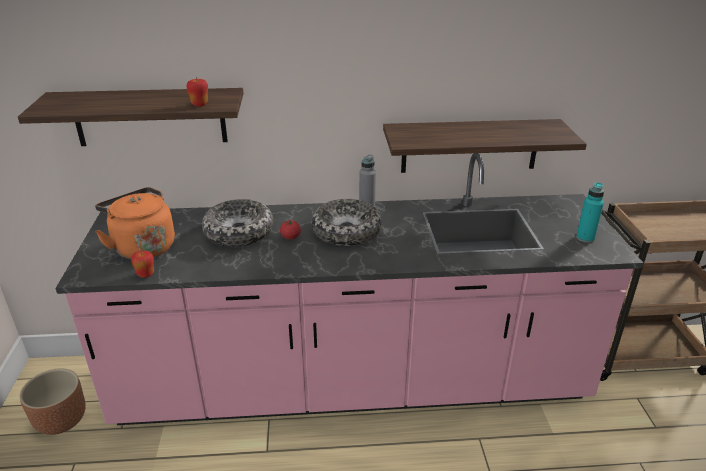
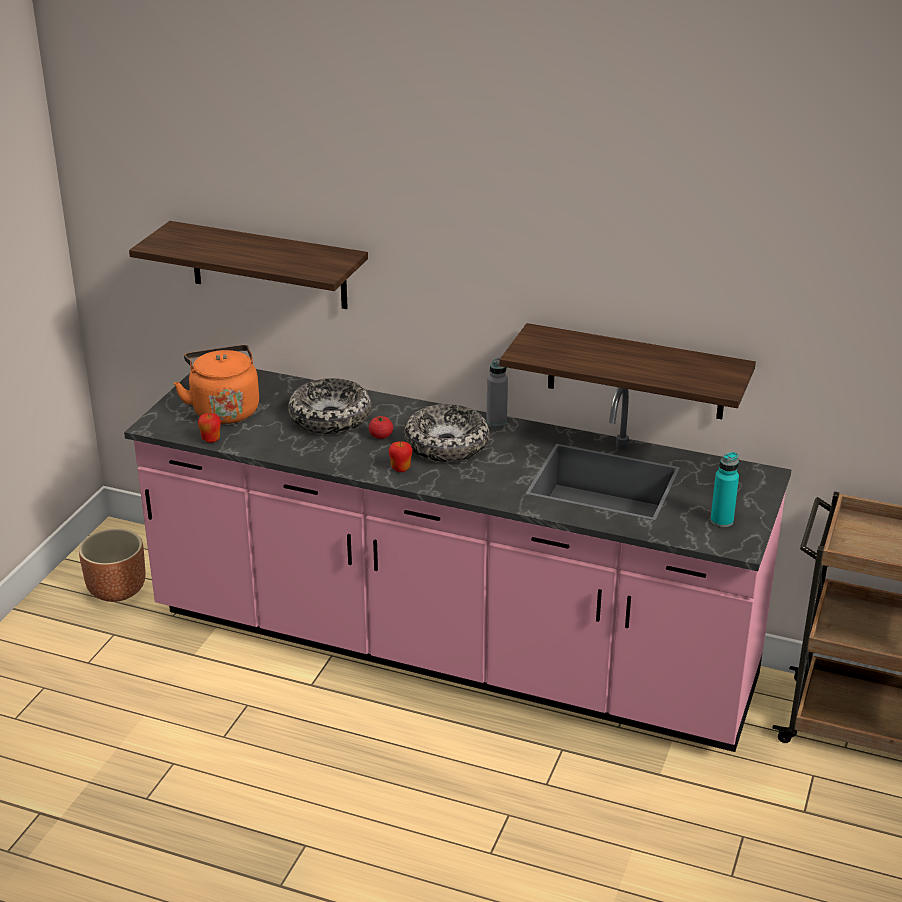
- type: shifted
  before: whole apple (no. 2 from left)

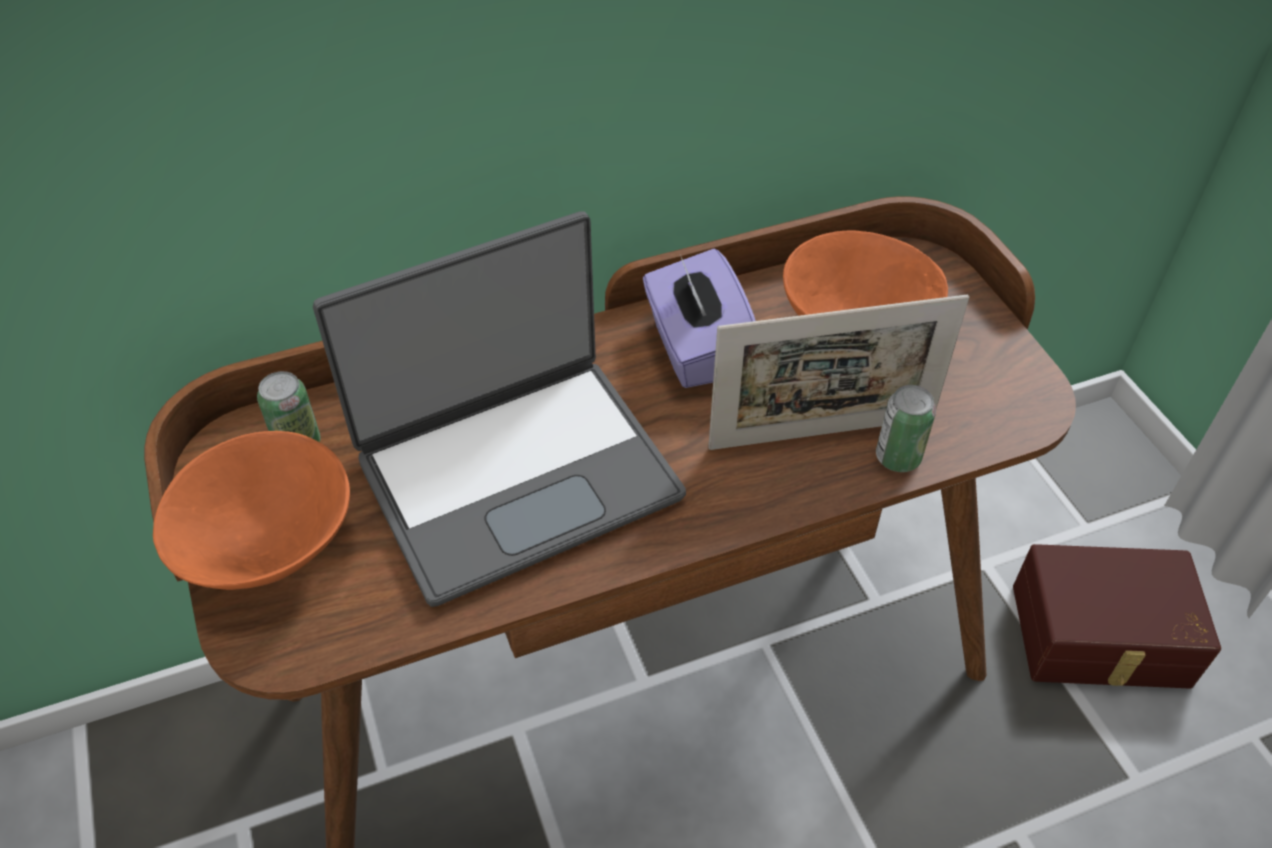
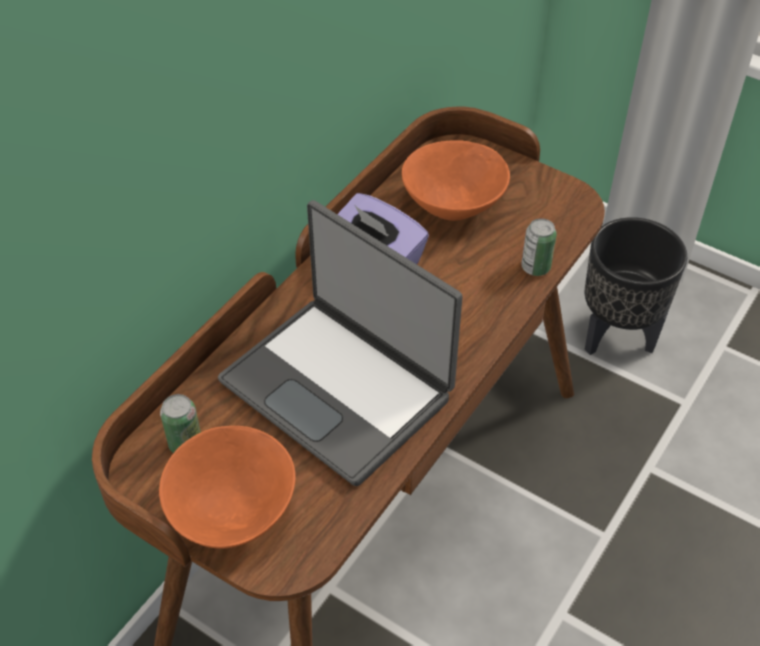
- type: gone
  before: standing frame
- type: swapped
  before: brown-coloured storage container
  after: black-coloured planter
- type: rotated
  before: laptop
  turn: 105

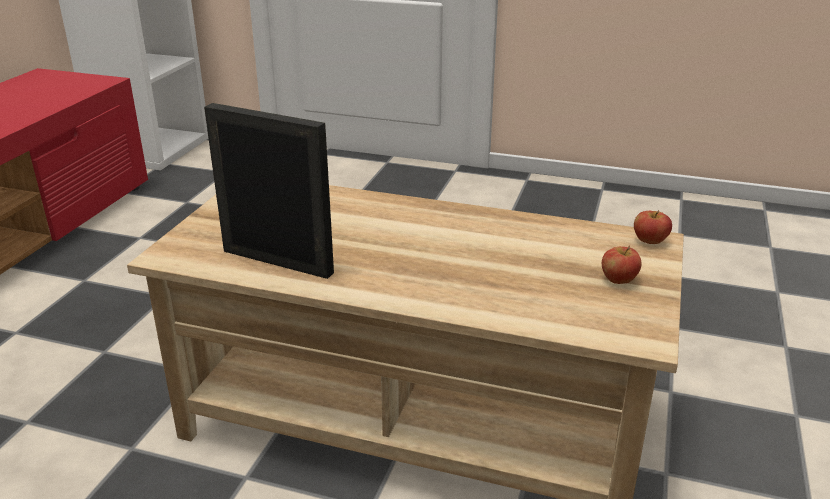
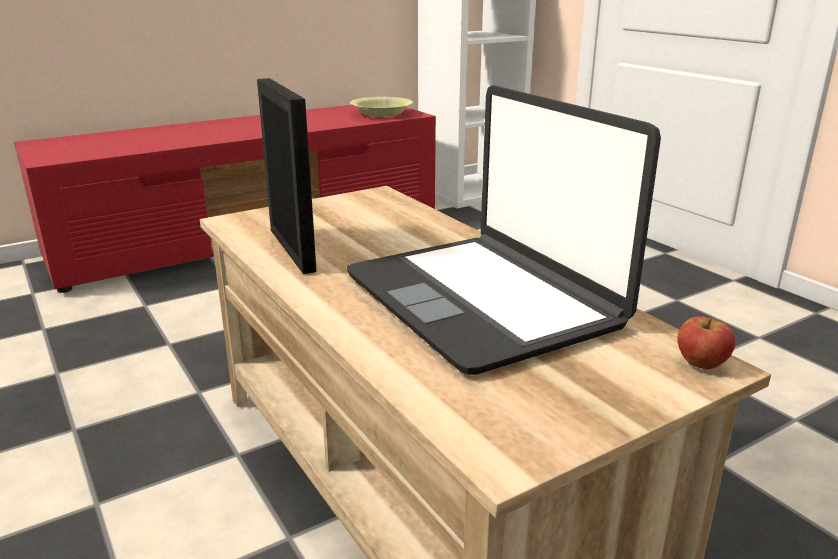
- type: gone
  before: whole apple (no. 1 from left)
- type: new
  after: laptop
- type: new
  after: yellow serving bowl

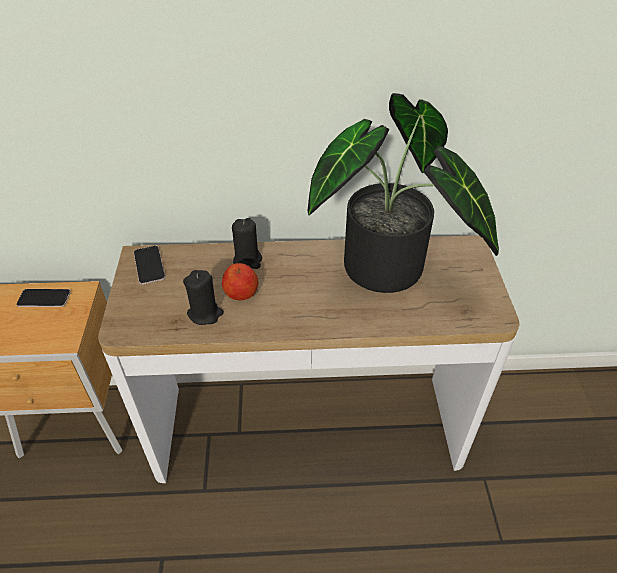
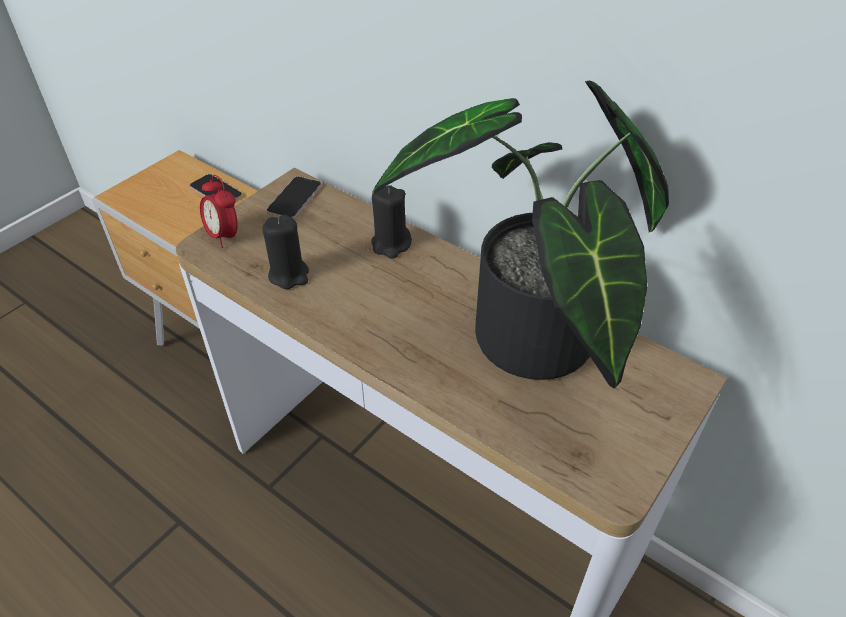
- type: gone
  before: whole apple
- type: new
  after: table clock

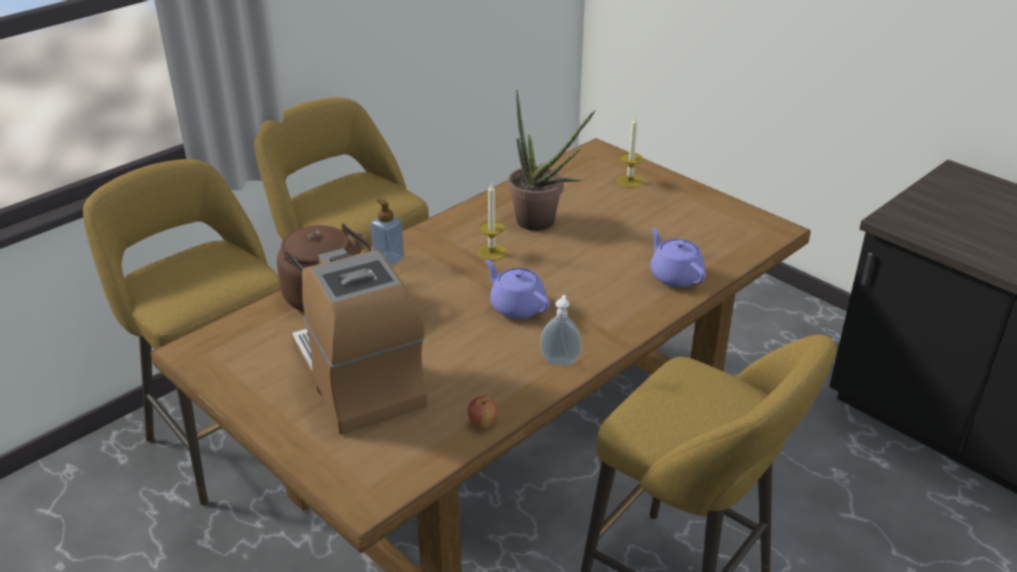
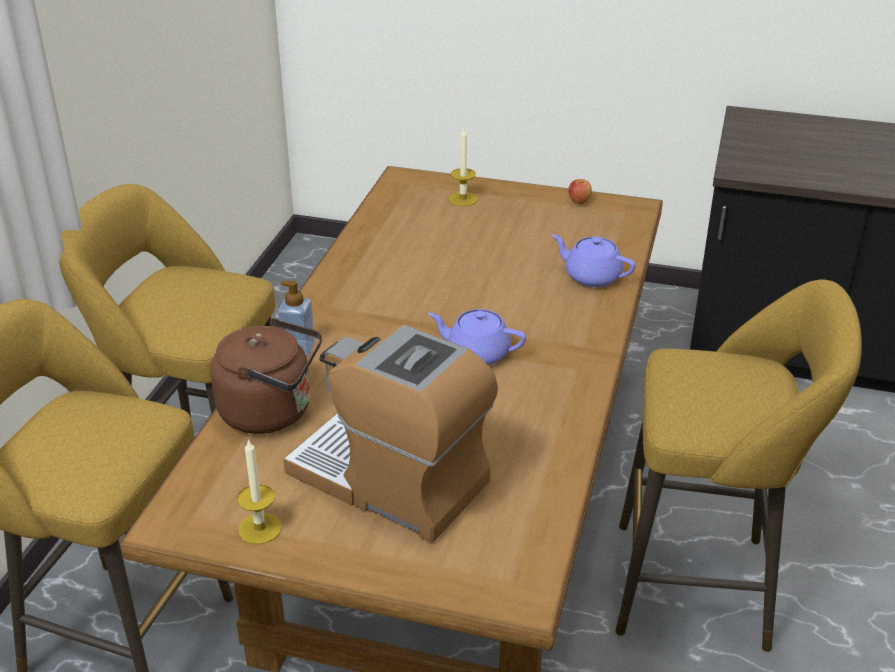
- type: gone
  before: houseplant
- type: gone
  before: liquid soap bottle (no. 2 from left)
- type: shifted
  before: whole apple
- type: shifted
  before: candle (no. 1 from left)

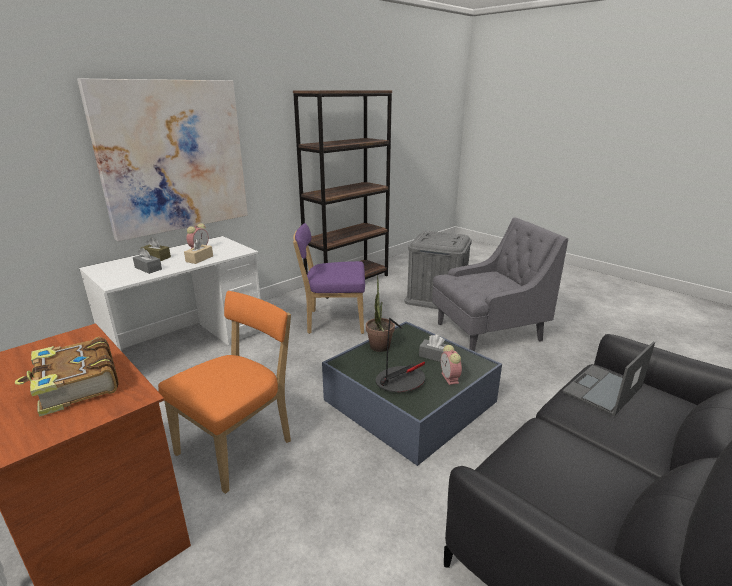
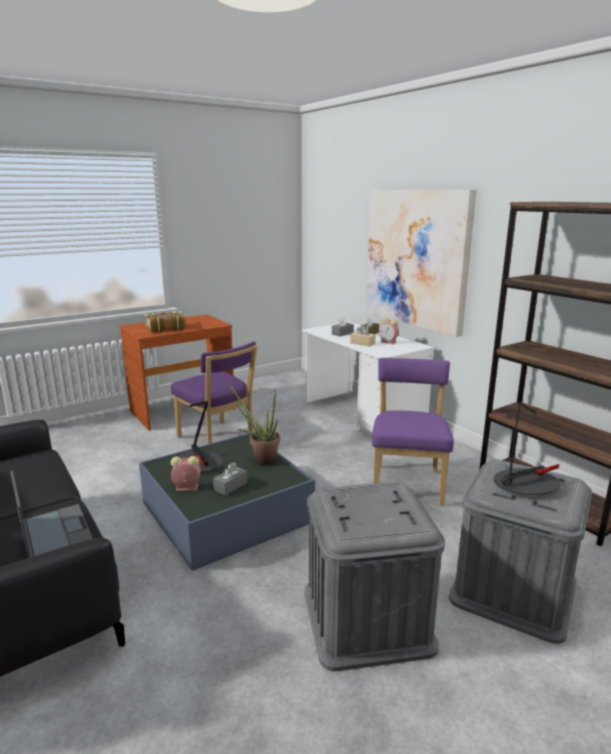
- type: new
  after: lamp for a table (no. 2 from left)
- type: swapped
  before: greyish lounge chair
  after: greyish storage container (no. 1 from left)
- type: repainted
  before: orange plain chair
  after: purple-coloured plain chair (no. 1 from left)

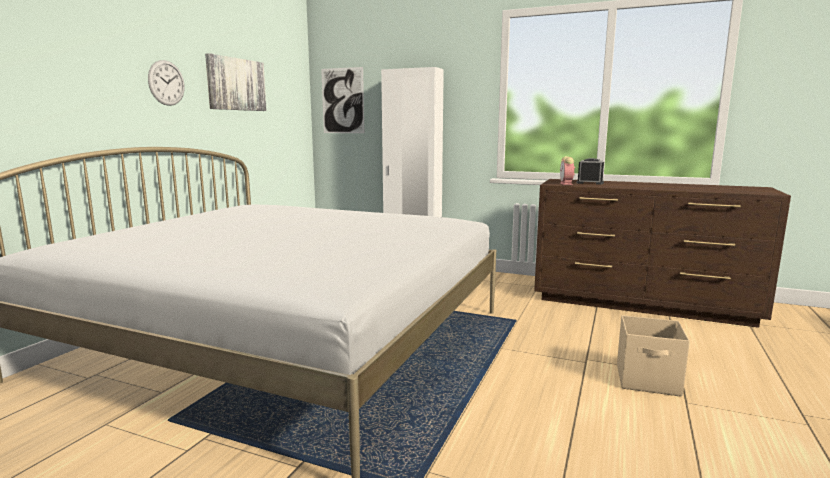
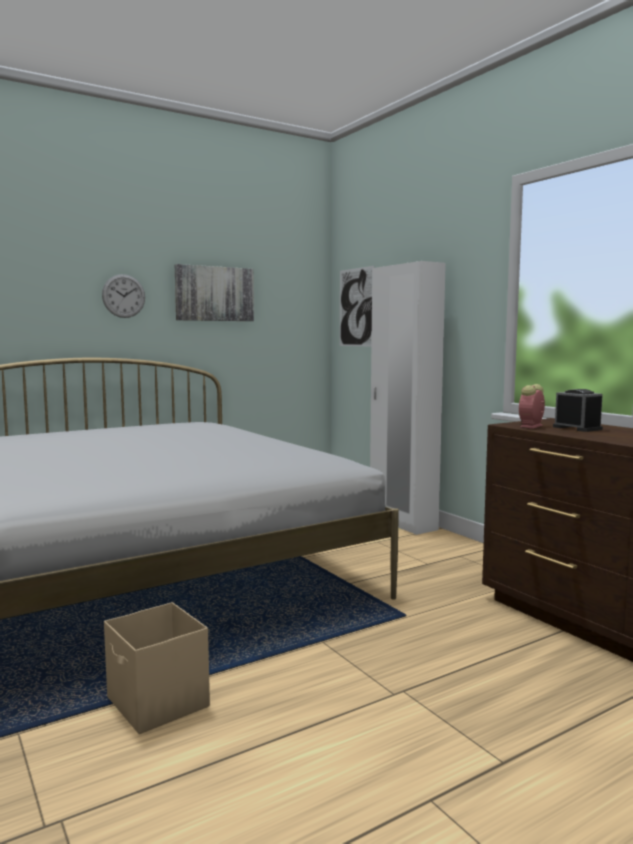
- type: shifted
  before: beige-coloured storage container

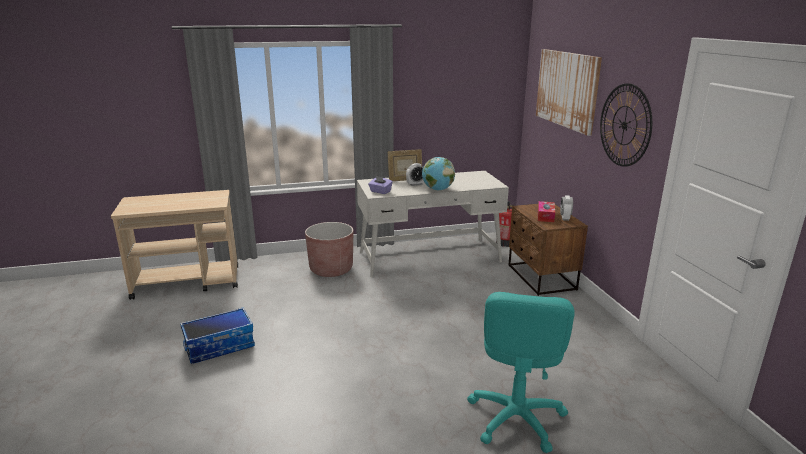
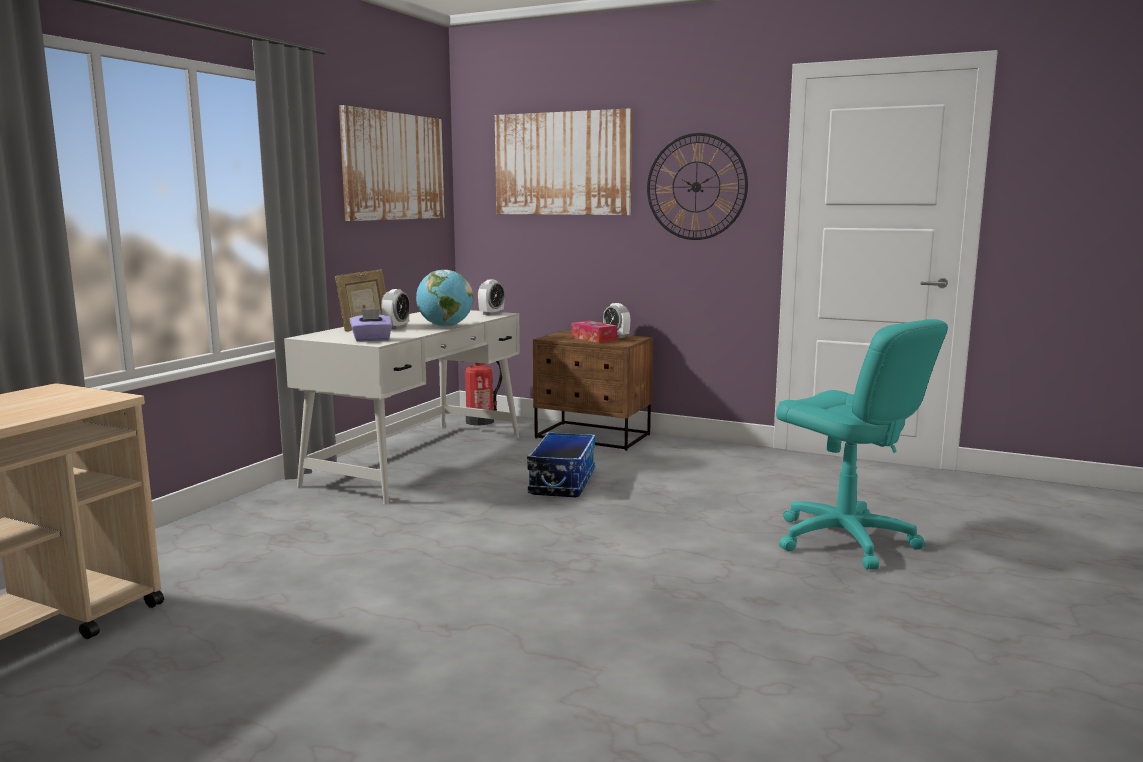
- type: gone
  before: brown-coloured planter
- type: new
  after: wall picture (no. 1 from left)
- type: new
  after: table clock (no. 2 from left)
- type: shifted
  before: storage container

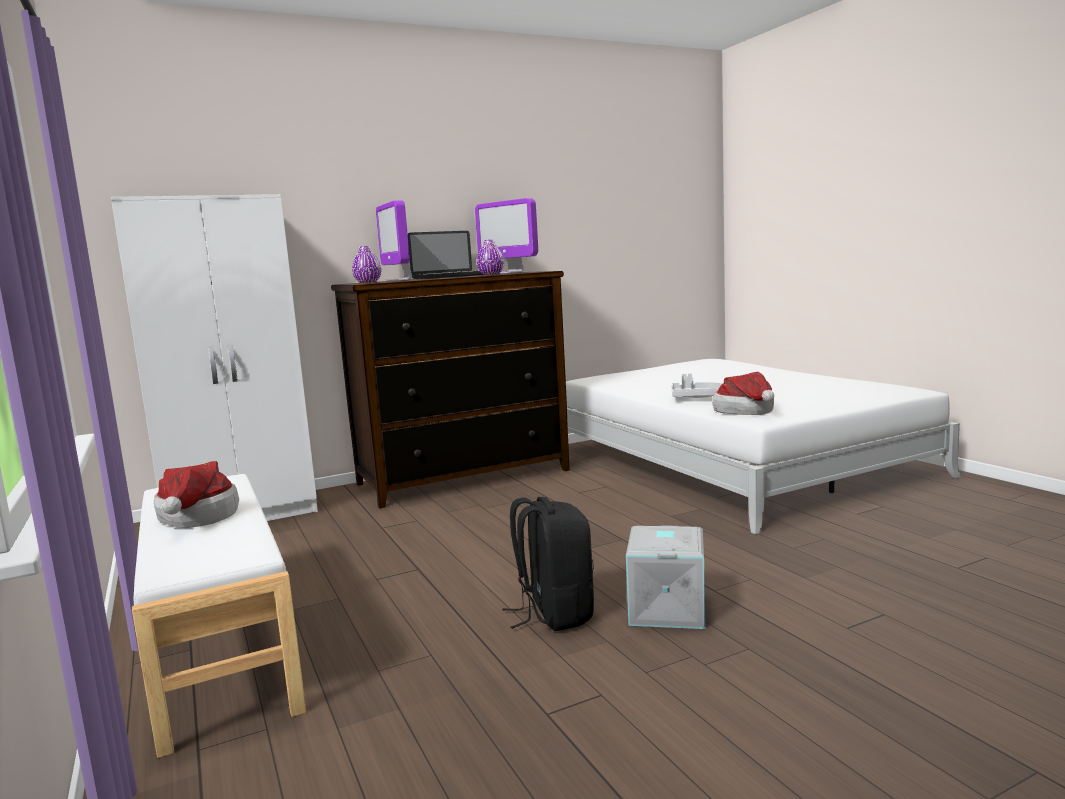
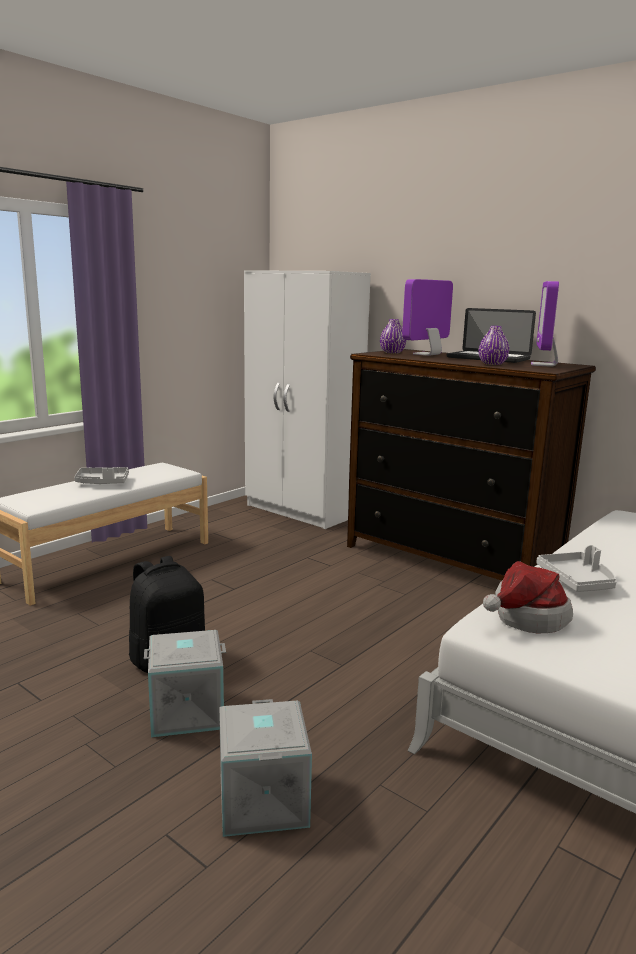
- type: new
  after: greyish storage container (no. 2 from left)
- type: swapped
  before: wearable hat (no. 1 from left)
  after: greyish tray (no. 1 from left)

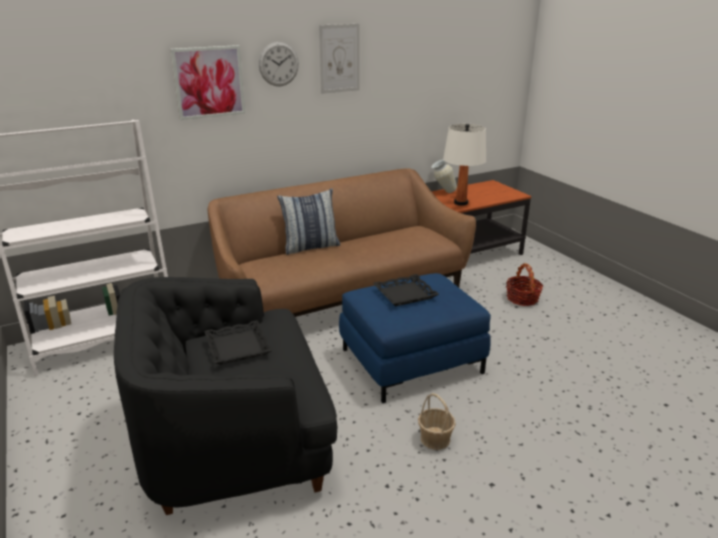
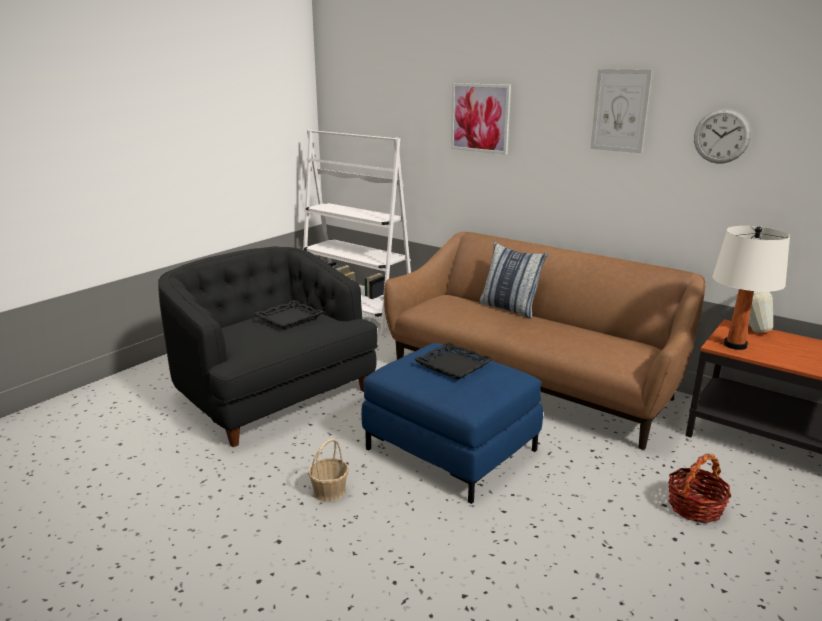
- type: shifted
  before: hanging clock

